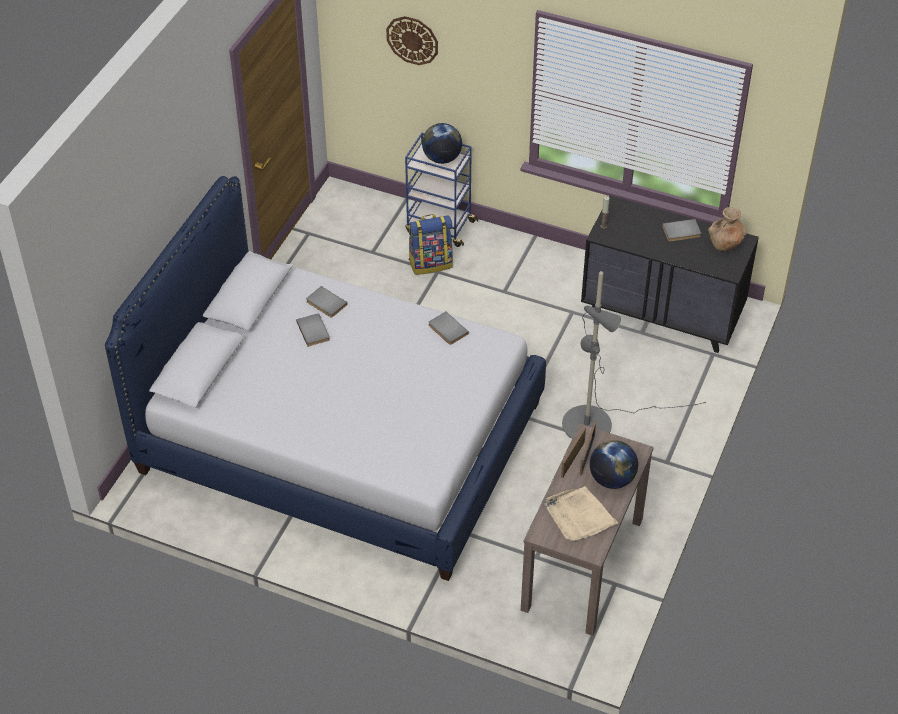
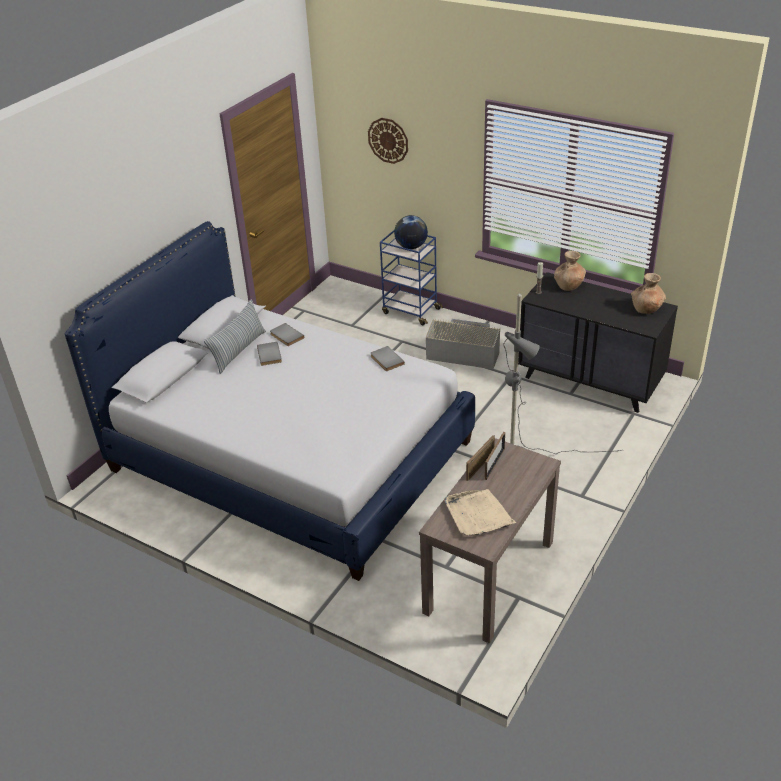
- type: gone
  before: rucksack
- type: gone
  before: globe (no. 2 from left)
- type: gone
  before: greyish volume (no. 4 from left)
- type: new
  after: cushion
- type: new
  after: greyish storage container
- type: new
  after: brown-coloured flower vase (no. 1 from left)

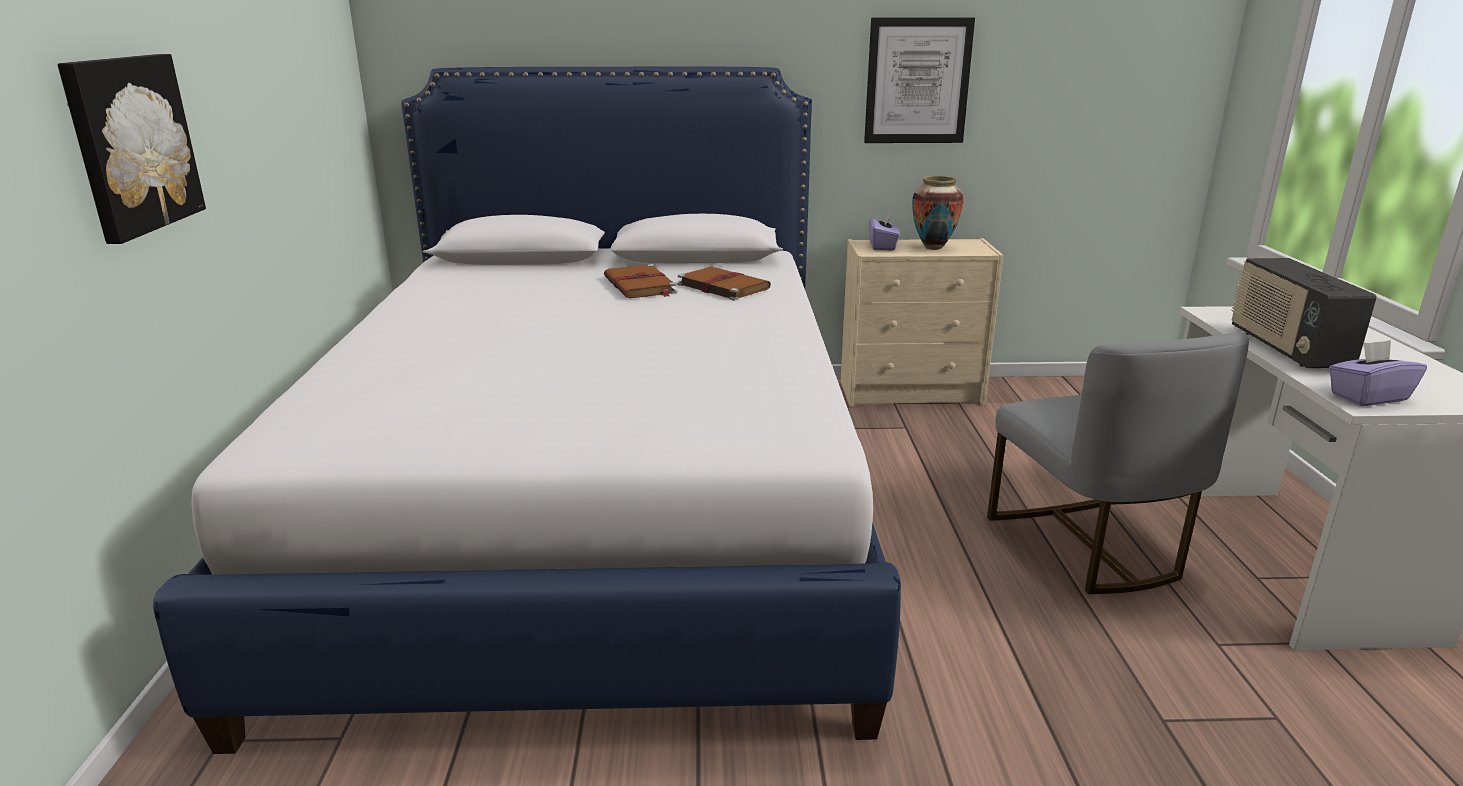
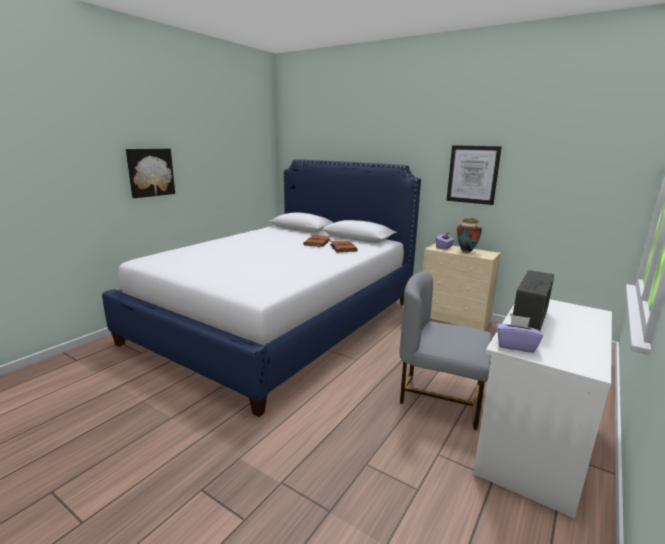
- type: rotated
  before: greyish plain chair
  turn: 90

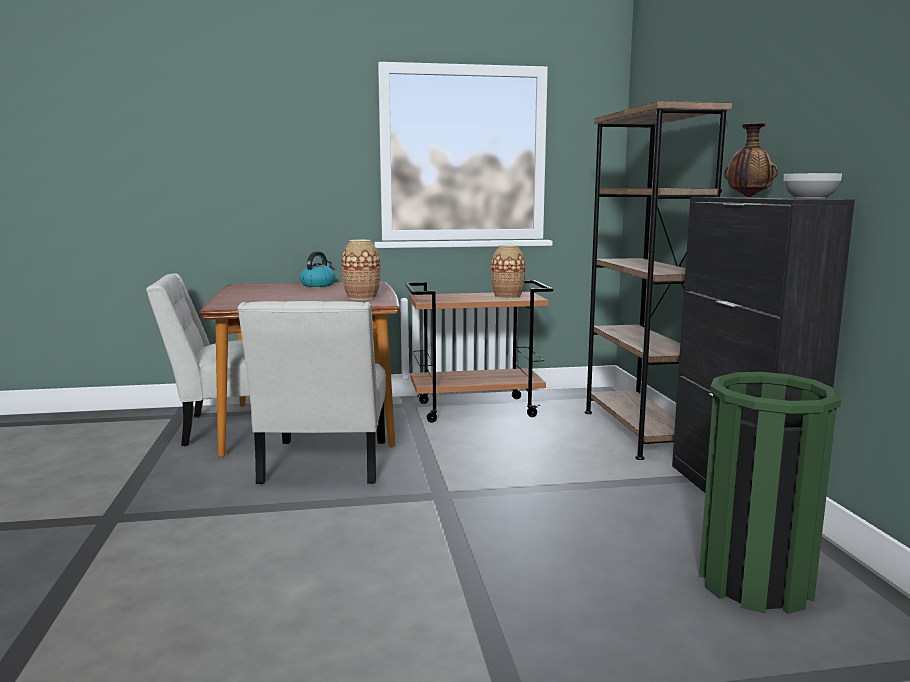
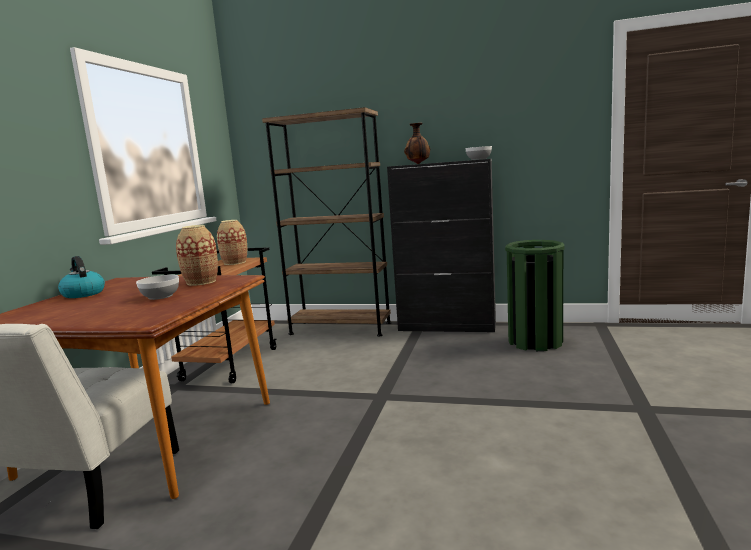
- type: gone
  before: white plain chair (no. 2 from left)
- type: new
  after: serving bowl (no. 1 from left)

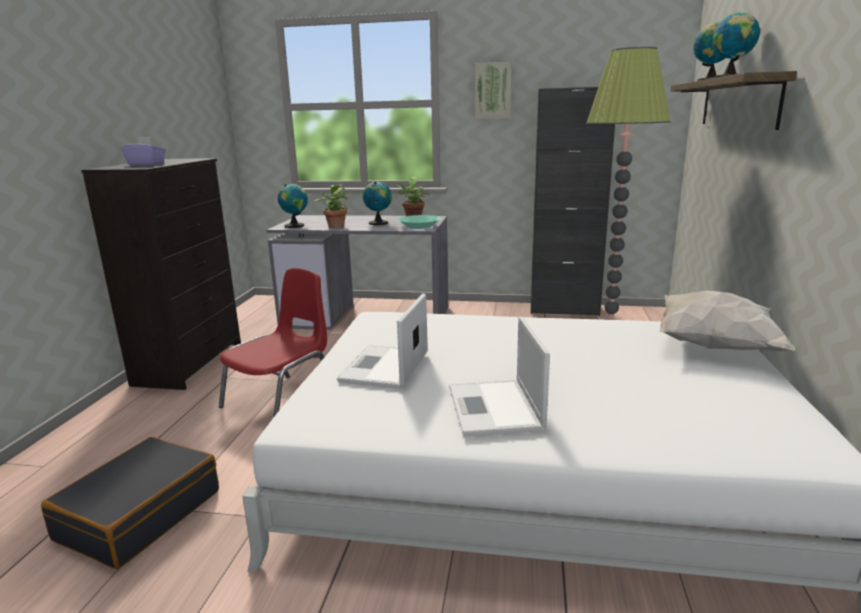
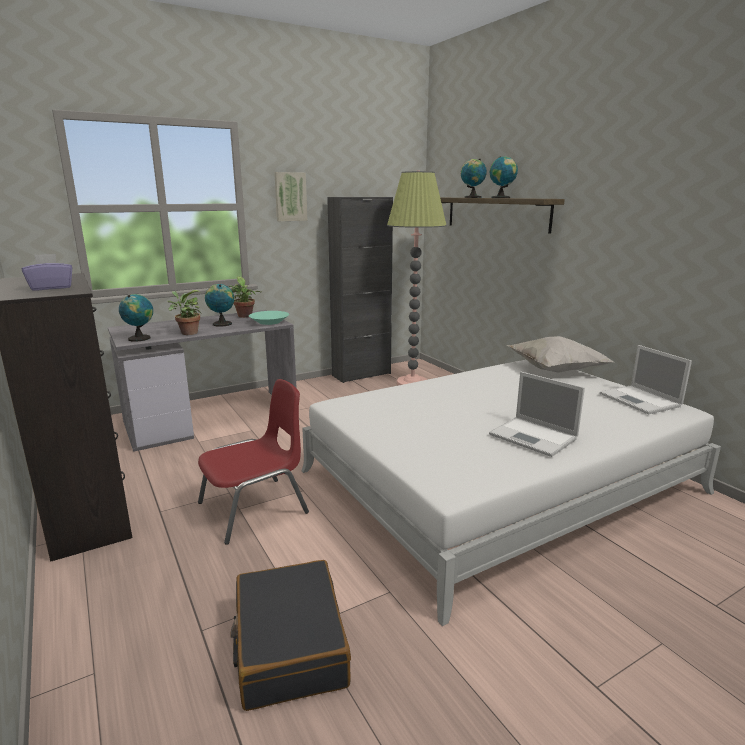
- type: shifted
  before: laptop (no. 1 from left in the first image)
  after: laptop (no. 2 from left)
- type: rotated
  before: red plain chair
  turn: 60

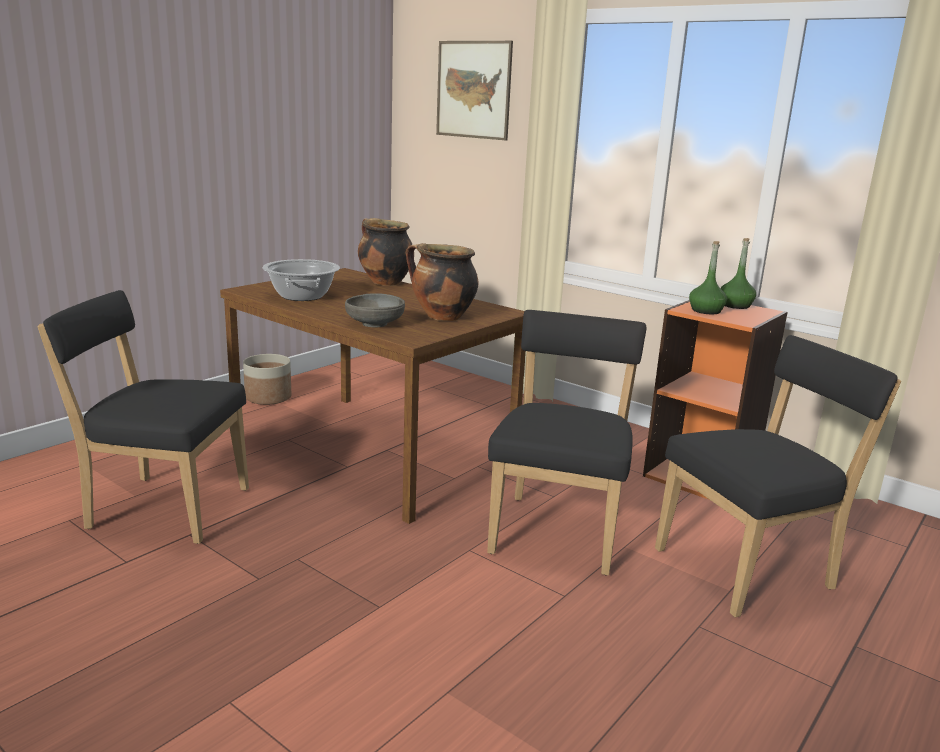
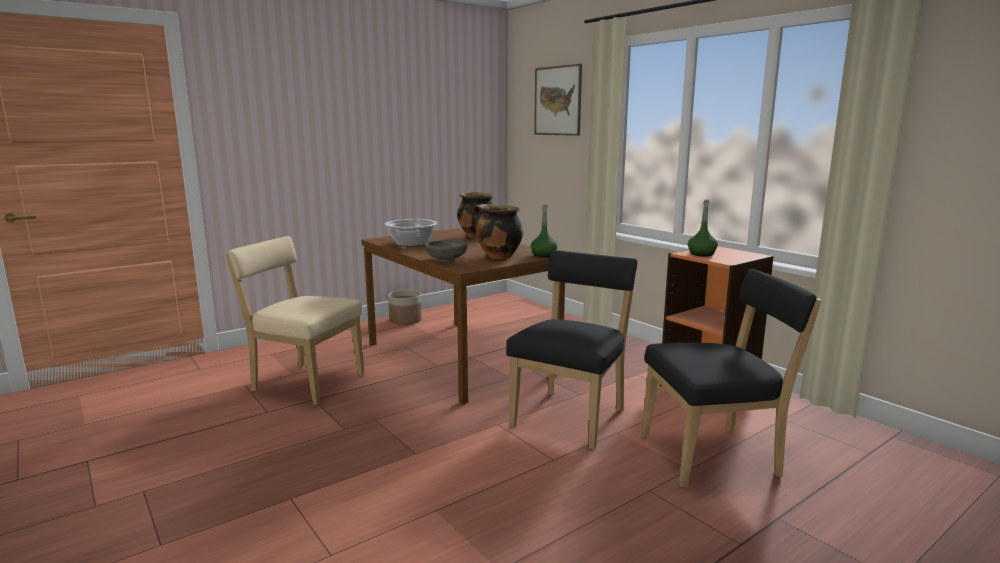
- type: shifted
  before: green-coloured drink bottle (no. 2 from left in the first image)
  after: green-coloured drink bottle (no. 1 from left)
- type: repainted
  before: black-coloured plain chair (no. 1 from left)
  after: beige-coloured plain chair

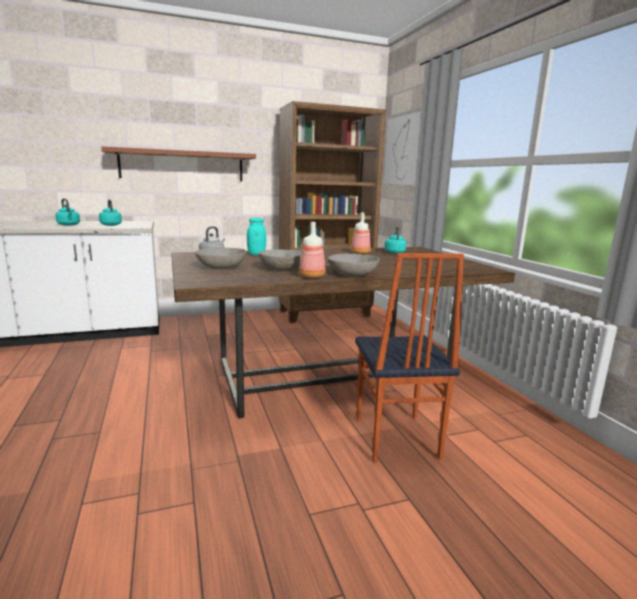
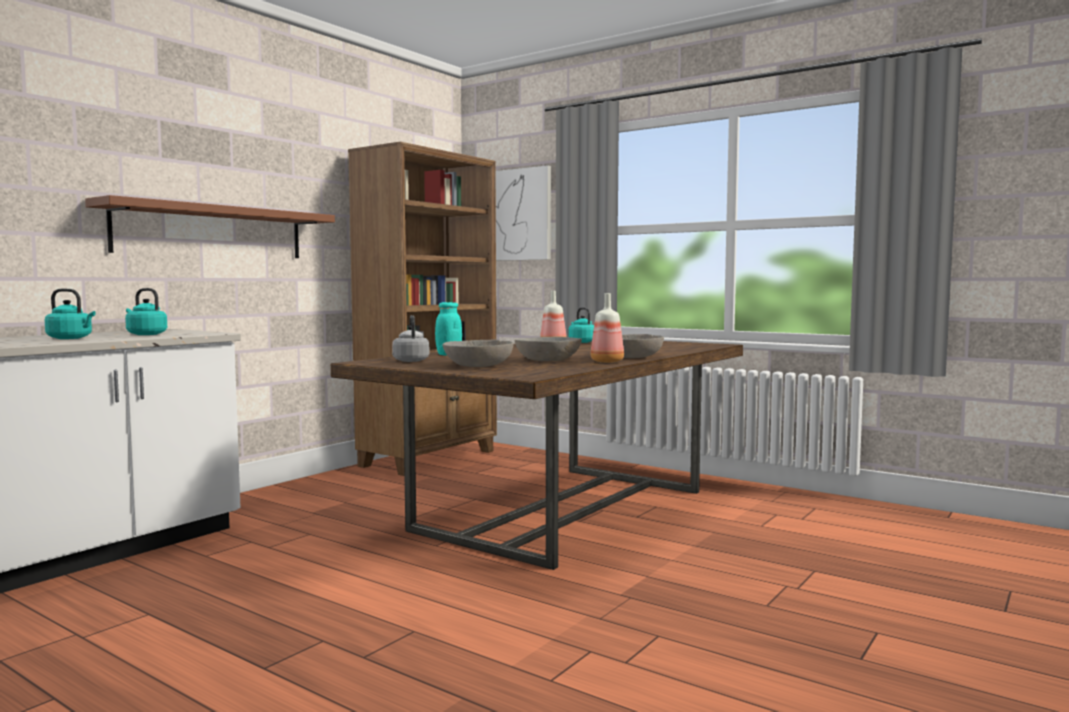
- type: gone
  before: plain chair

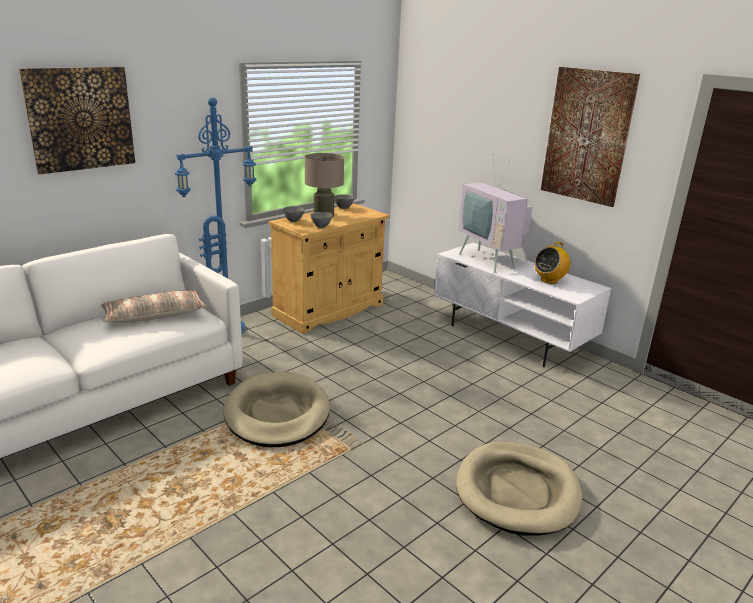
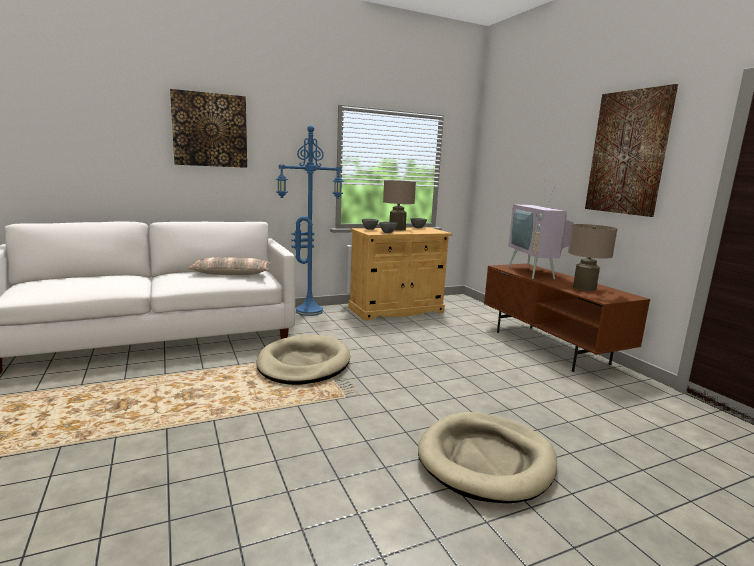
- type: swapped
  before: radio set
  after: beige-coloured lamp for a table (no. 2 from left)
- type: repainted
  before: white tv stand
  after: brown-coloured tv stand

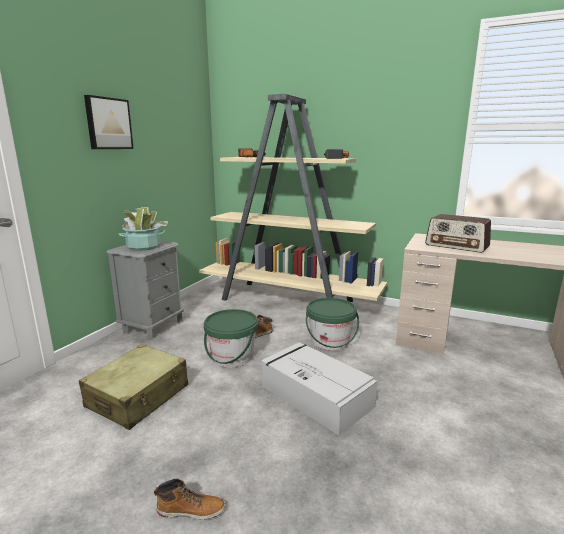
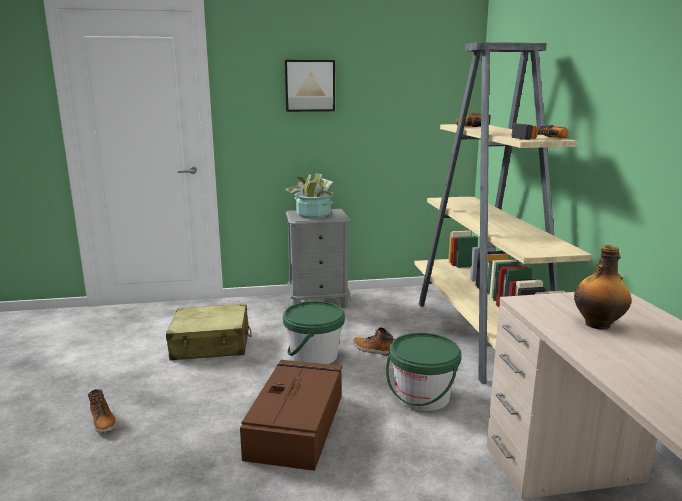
- type: swapped
  before: radio set
  after: drink bottle
- type: repainted
  before: greyish storage container
  after: brown-coloured storage container

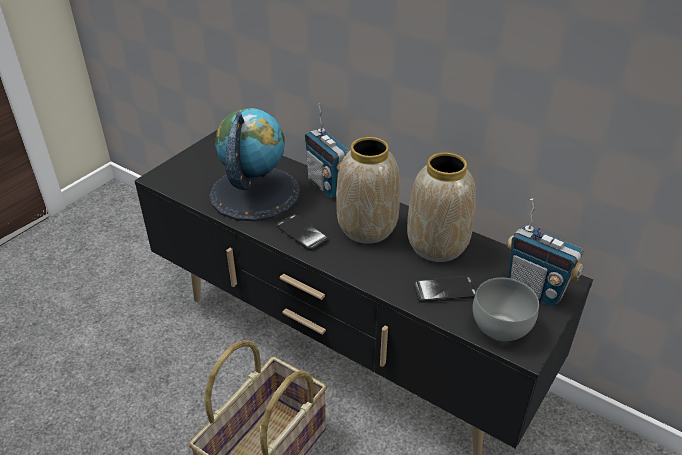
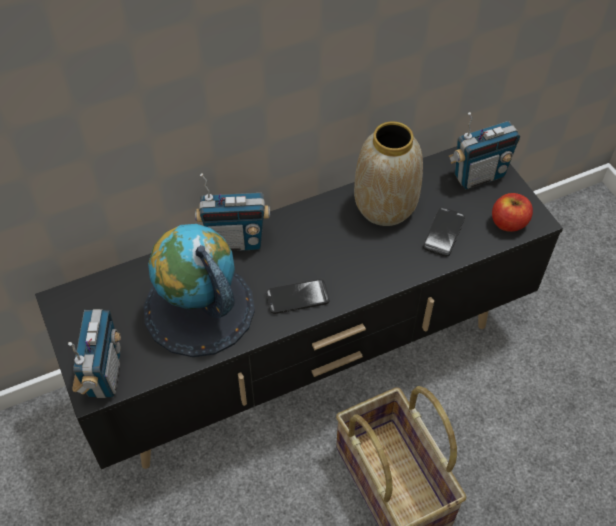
- type: gone
  before: flower vase (no. 1 from left)
- type: new
  after: radio set (no. 1 from left)
- type: swapped
  before: greyish serving bowl
  after: whole apple

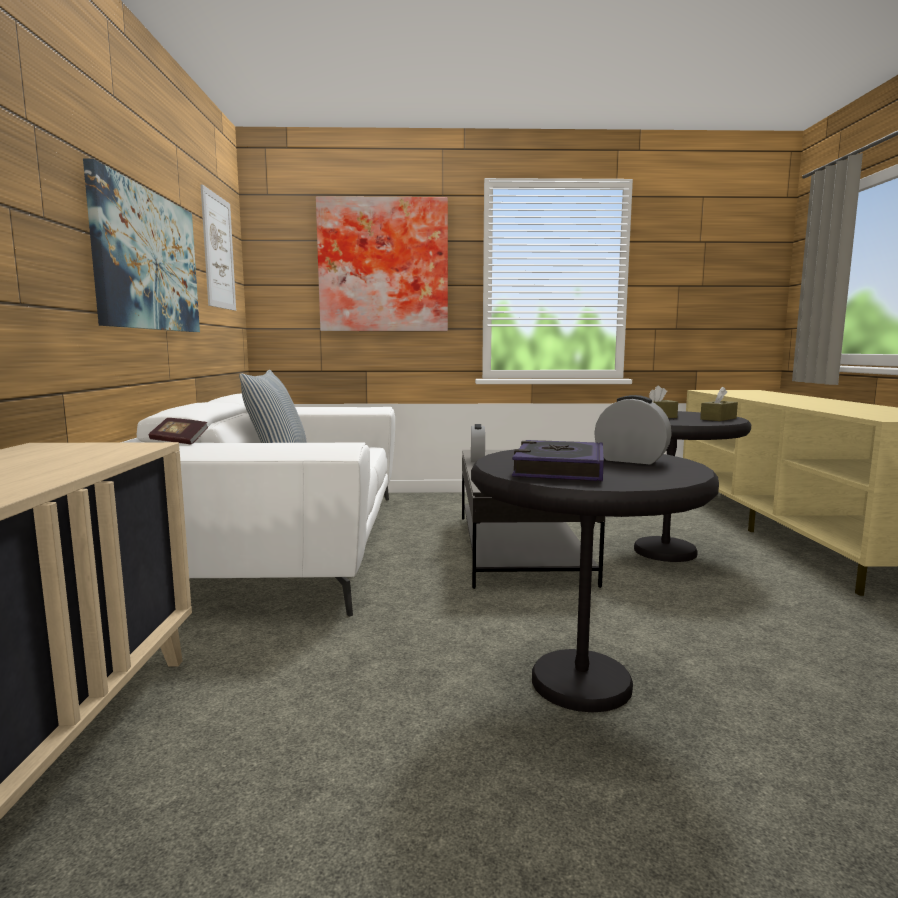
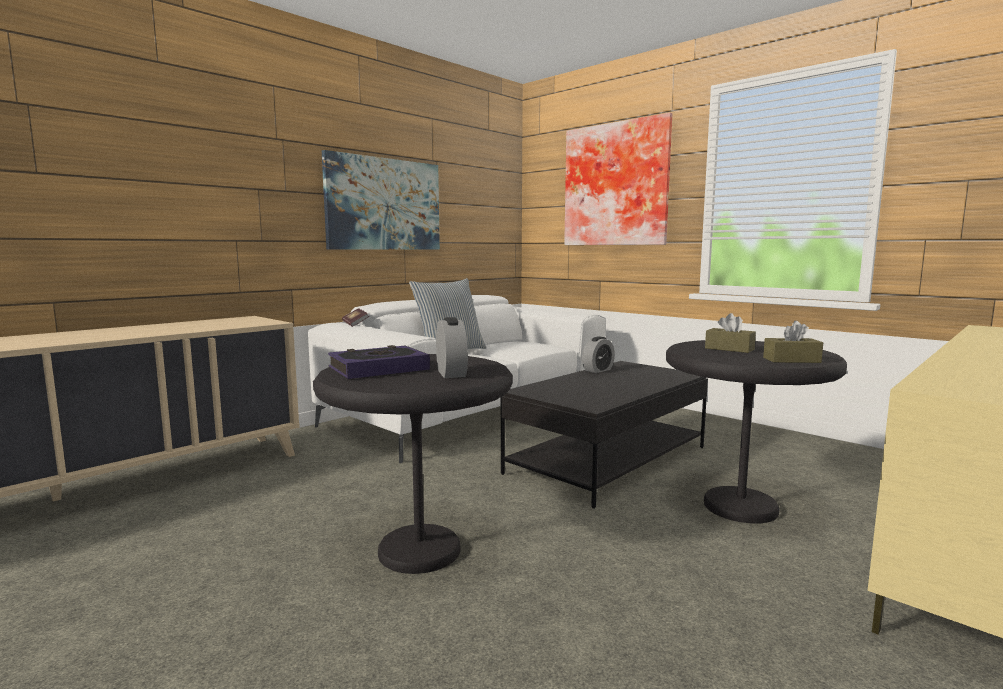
- type: gone
  before: wall picture (no. 2 from left)

